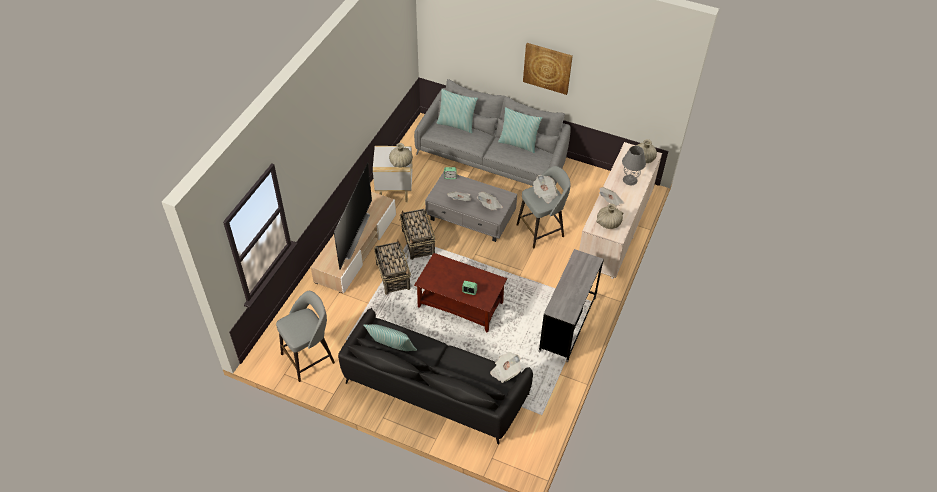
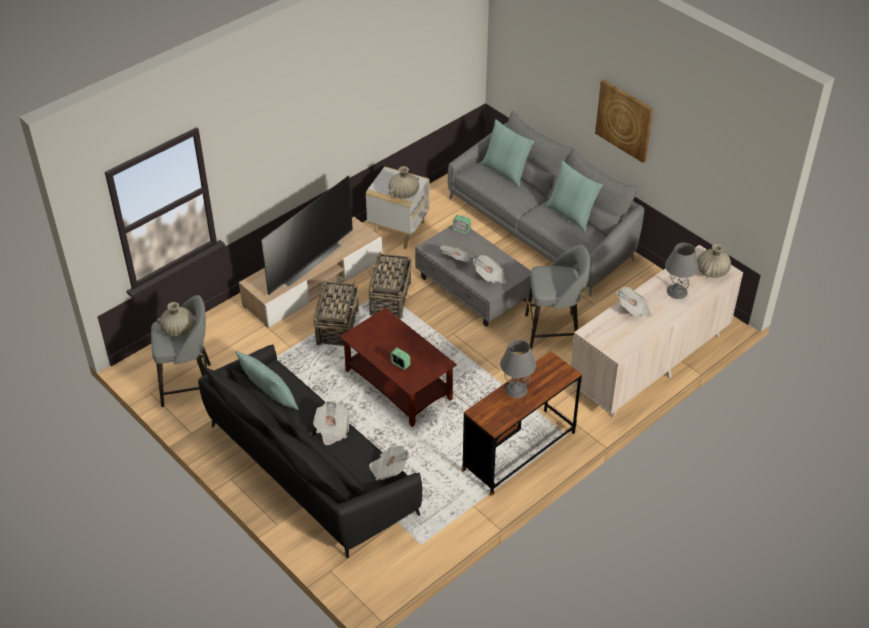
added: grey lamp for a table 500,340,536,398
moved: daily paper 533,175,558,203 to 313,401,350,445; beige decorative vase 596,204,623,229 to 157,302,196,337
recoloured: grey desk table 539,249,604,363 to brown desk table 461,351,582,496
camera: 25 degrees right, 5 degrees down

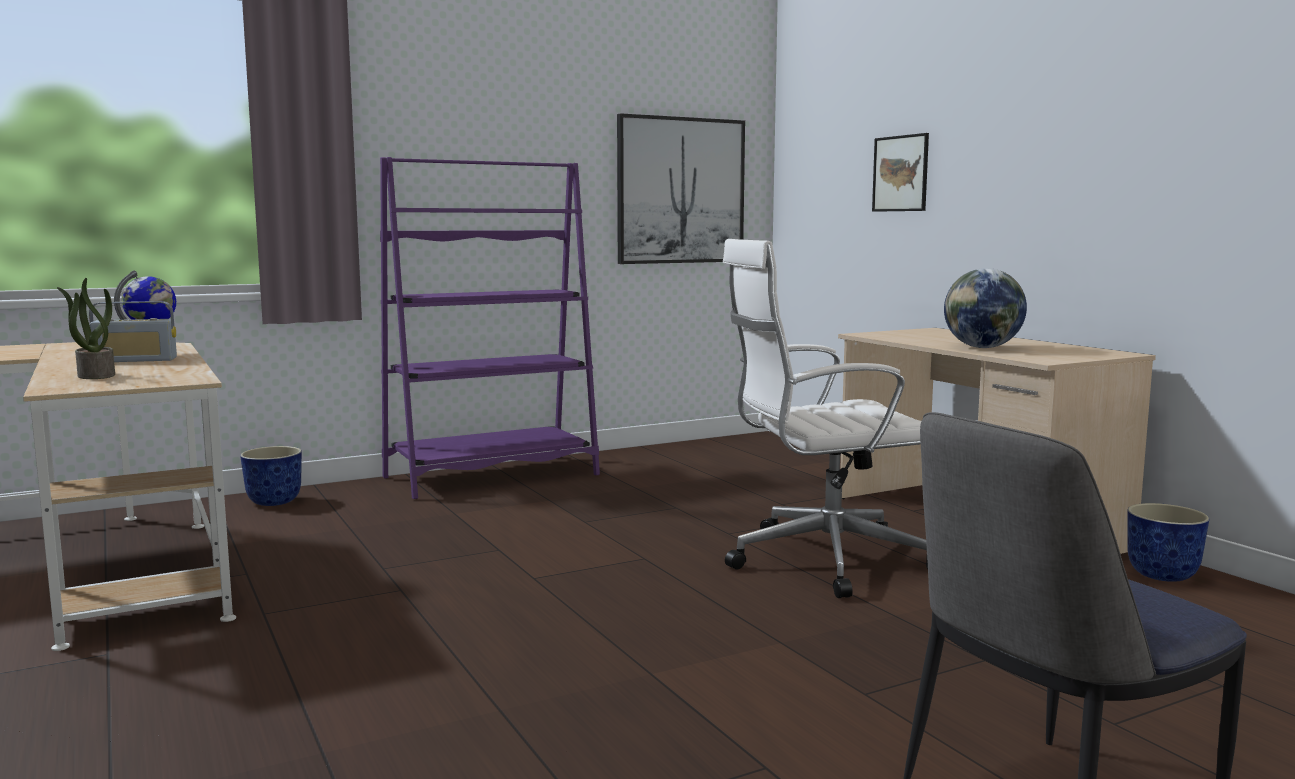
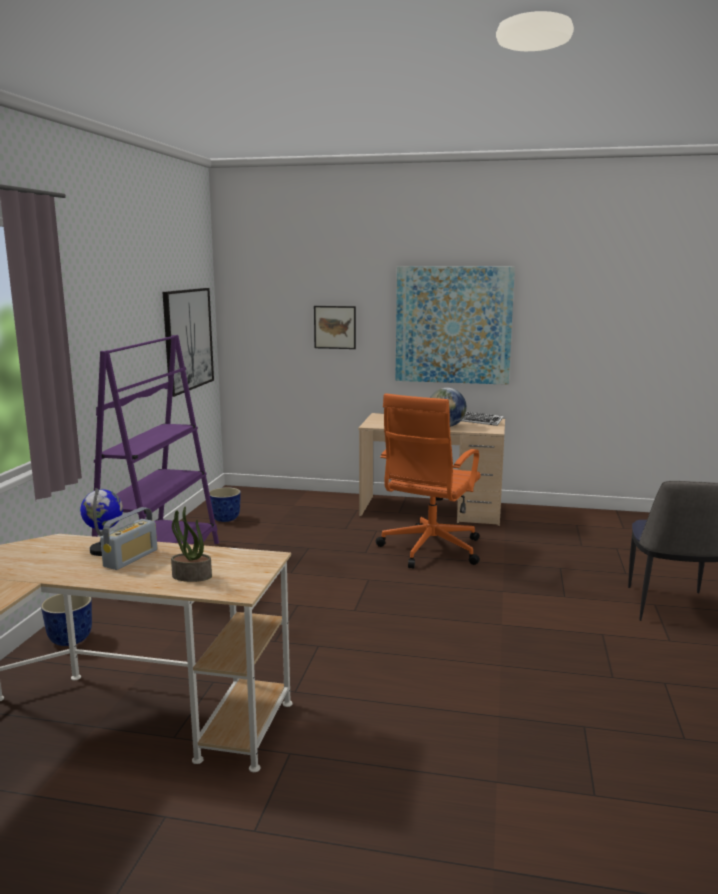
added: wall picture 395,266,515,385; PC keyboard 461,411,504,426
moved: flower pot 1127,503,1209,582 to 209,487,241,522
recoloured: white-coloured office chair 723,239,928,598 to orange office chair 375,394,481,569
camera: 50 degrees left, 5 degrees up

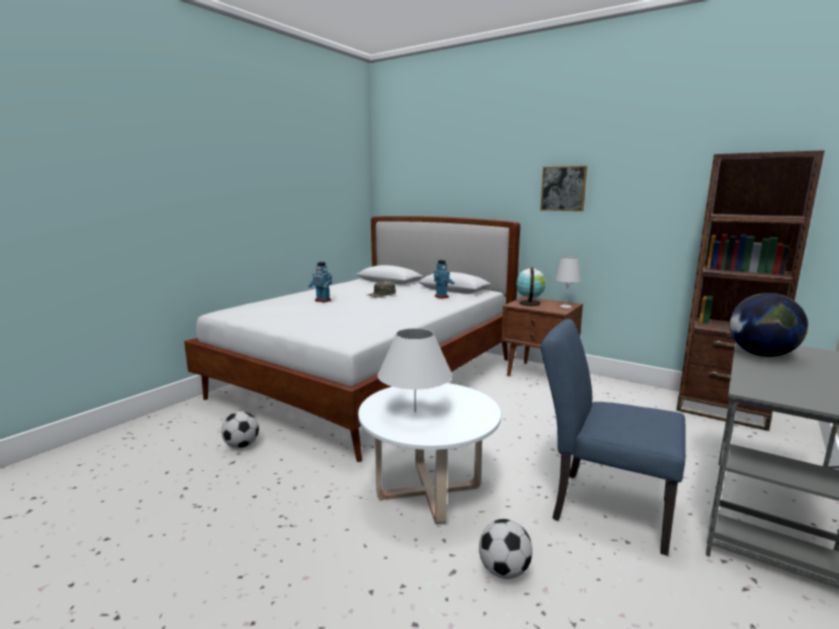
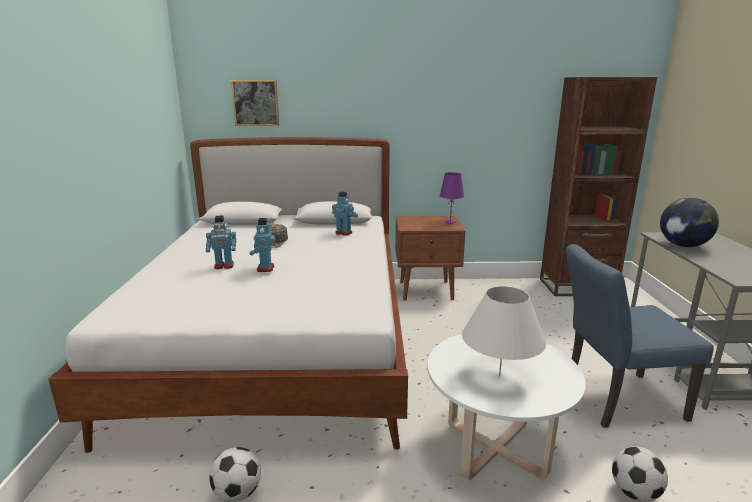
removed: desk globe 516,268,546,306
added: robot figure 250,218,275,272
moved: wall picture 541,166,587,211 to 231,80,279,126
recoloured: white-coloured lamp for a table 555,256,581,308 to purplish lamp for a table 439,172,464,224
camera: 35 degrees left, 5 degrees up

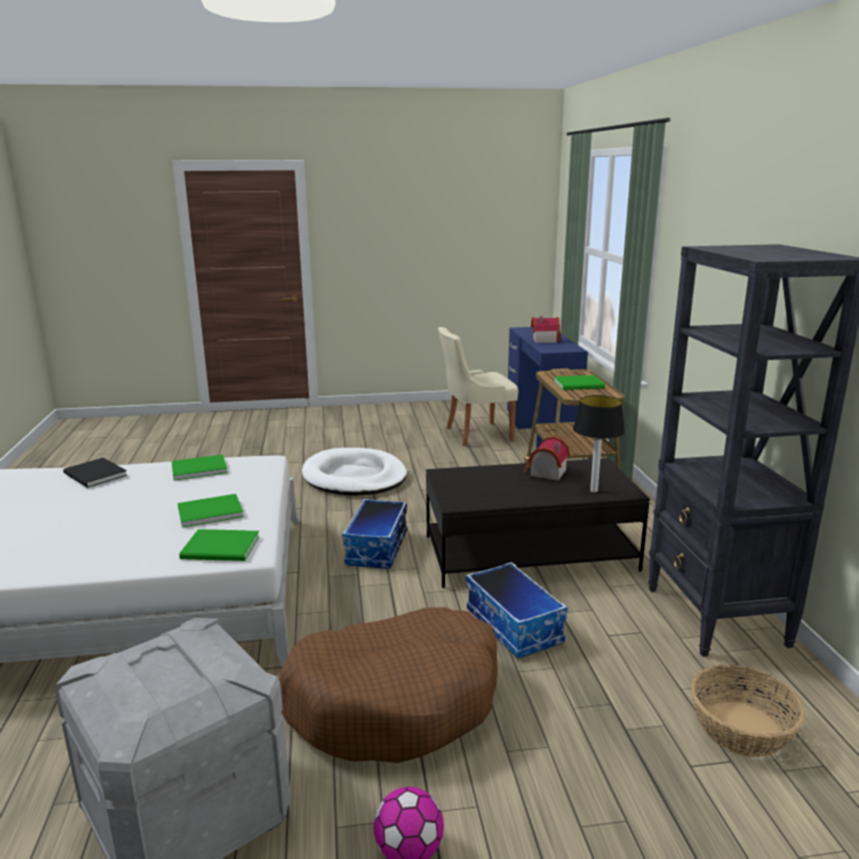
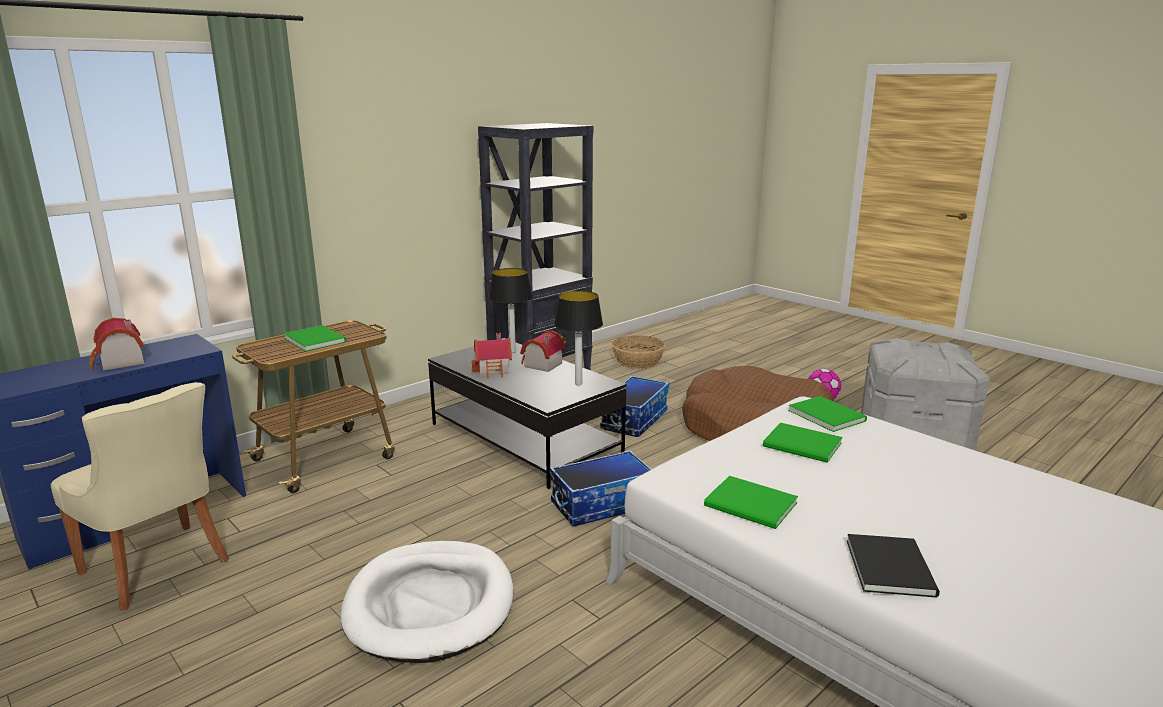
added: lamp for a table 554,291,603,385; model house 520,330,566,372
camera: 125 degrees left, 0 degrees up

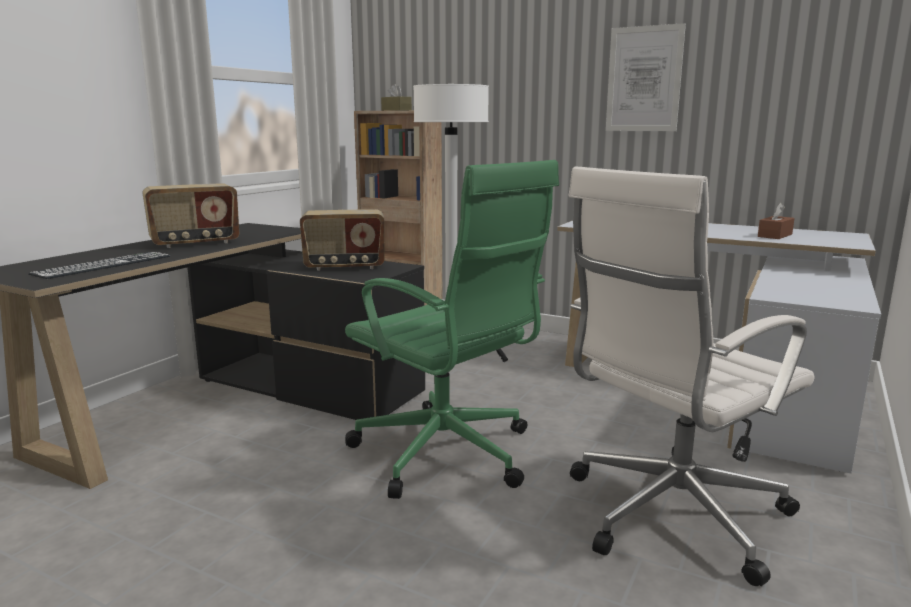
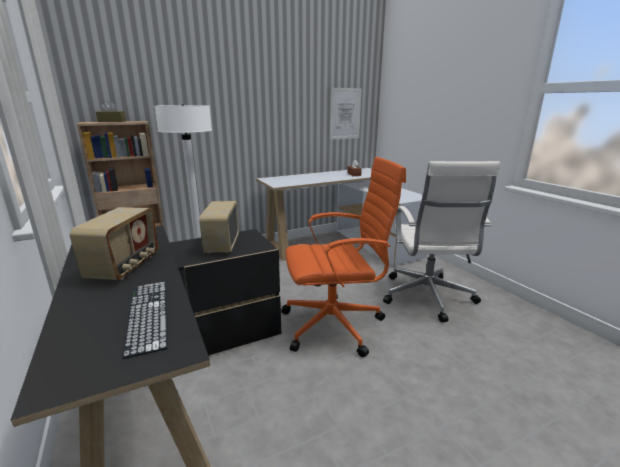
moved: wall picture 606,23,686,131 to 330,88,362,140
recoloured: greenish office chair 345,160,559,499 to orange office chair 281,157,406,357
turned: radio set 300,209,384,271 = 199,201,239,254 150 degrees clockwise
camera: 55 degrees left, 5 degrees up

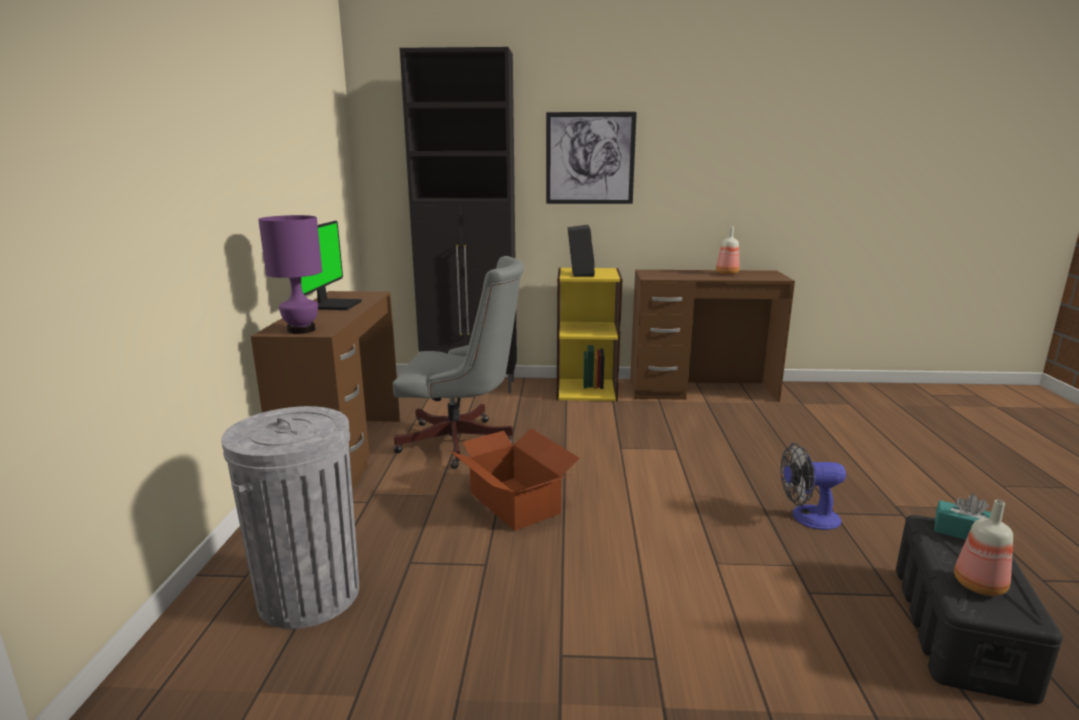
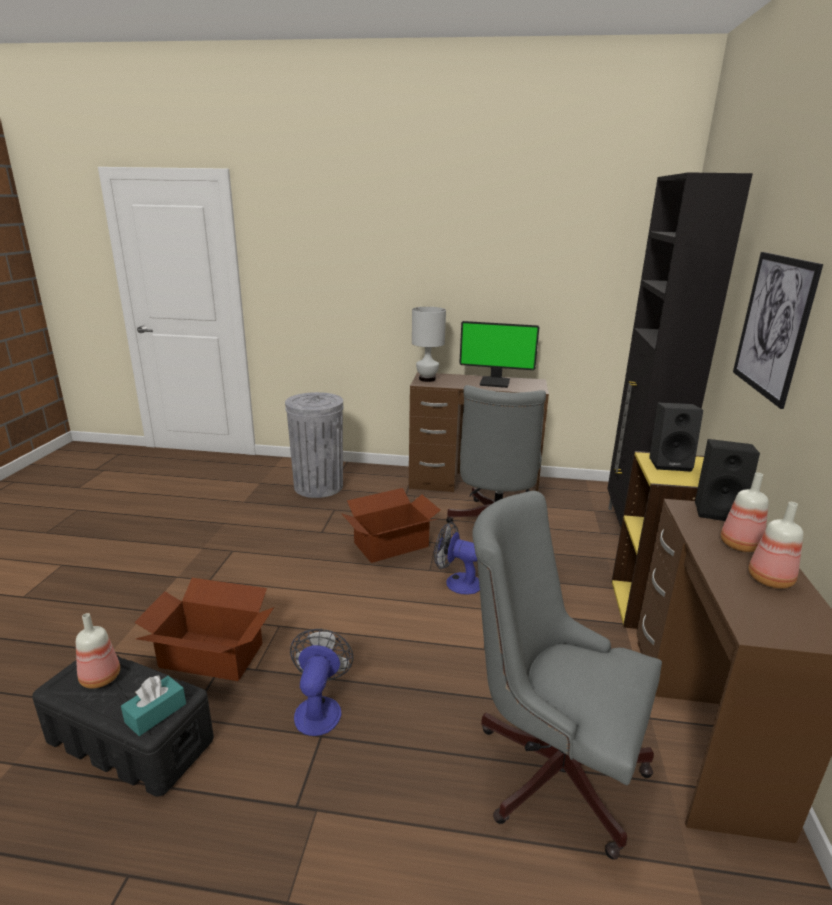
added: blackish loudspeaker 695,439,760,521; bottle 721,473,769,552; grey office chair 472,491,662,859; cooling fan 434,522,480,595; carton 134,578,274,681
recoloured: purplish lamp for a table 258,215,322,334 to white-coloured lamp for a table 412,307,446,382
camera: 95 degrees right, 5 degrees up

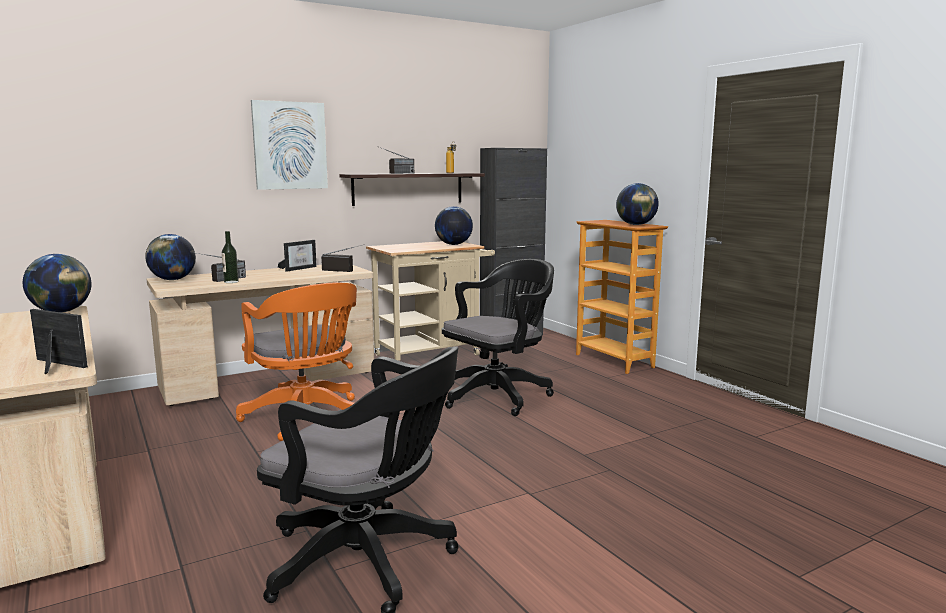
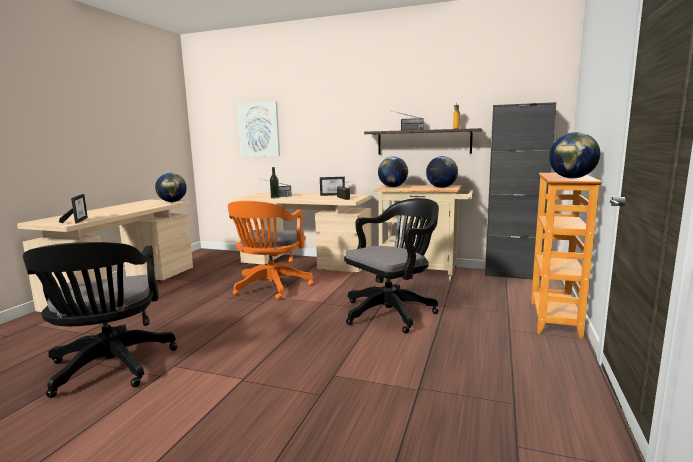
moved: wall picture 251,100,328,190 to 237,102,280,157; desk globe 145,234,196,280 to 378,157,408,187
turned: blackish office chair 442,259,554,416 = 344,198,439,334 45 degrees counterclockwise
camera: 50 degrees right, 0 degrees up

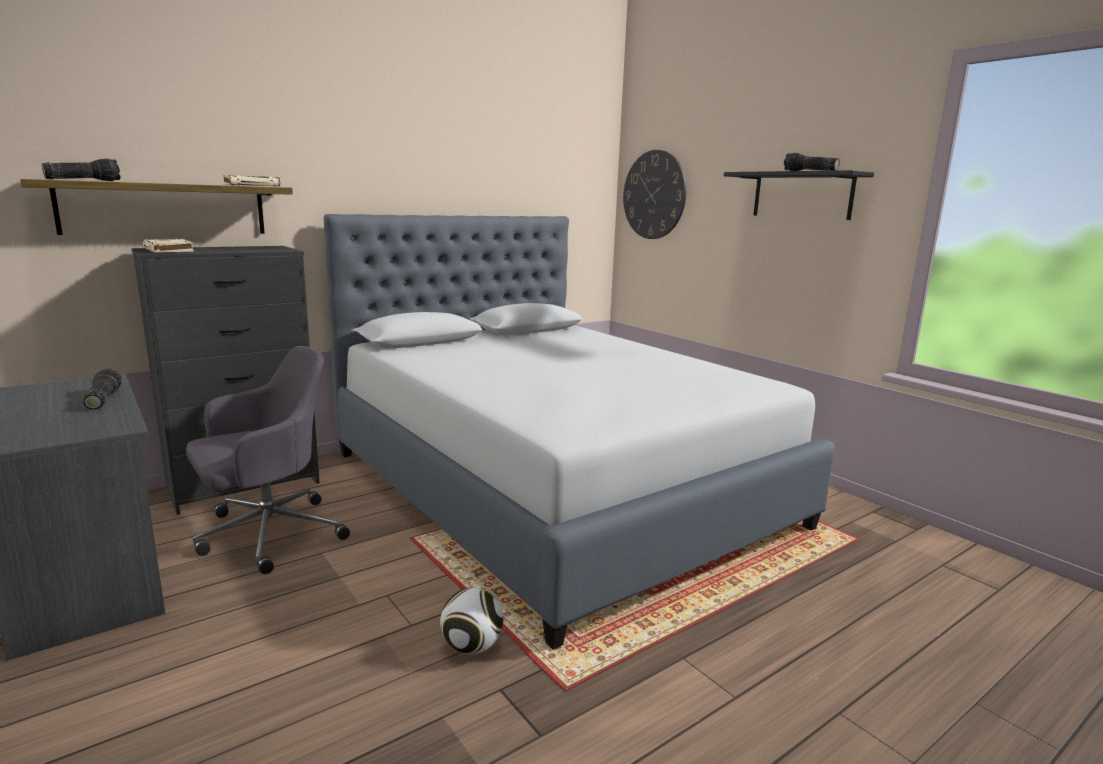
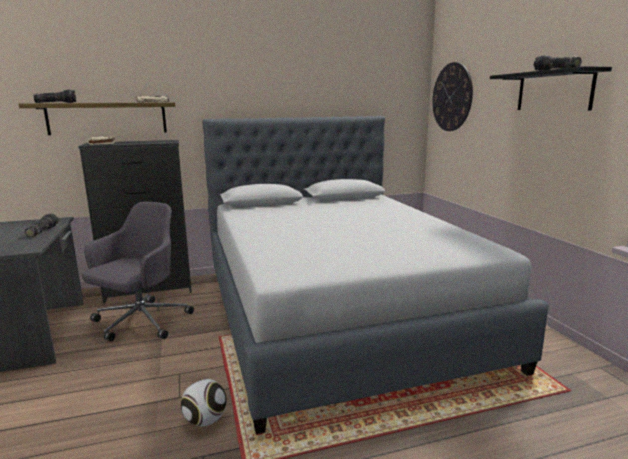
turned: grey office chair 186,346,350,574 = 82,202,194,341 45 degrees counterclockwise
camera: 20 degrees right, 0 degrees up

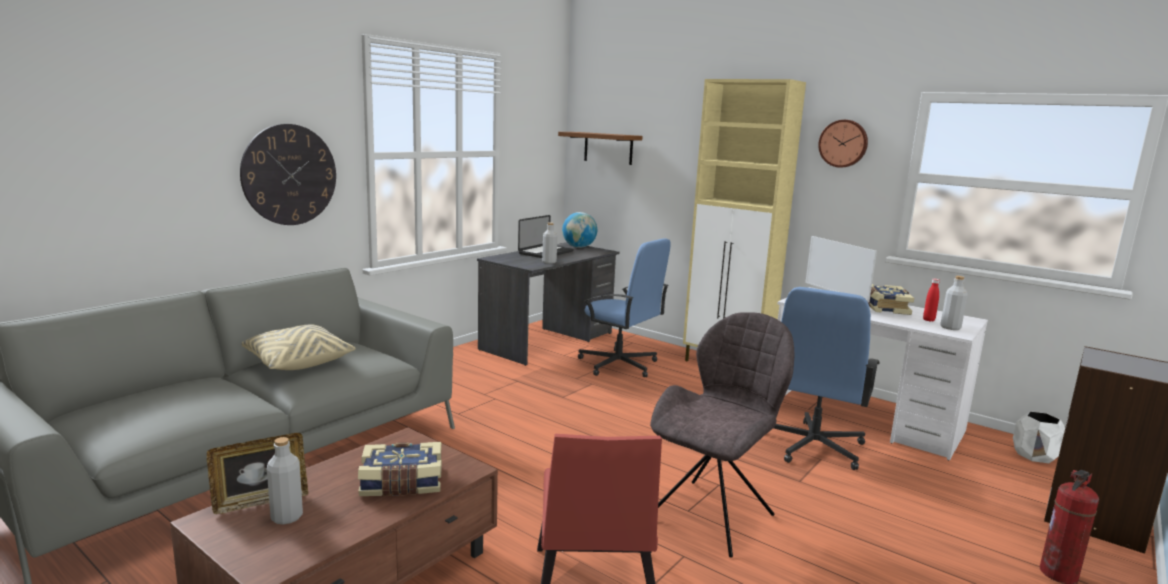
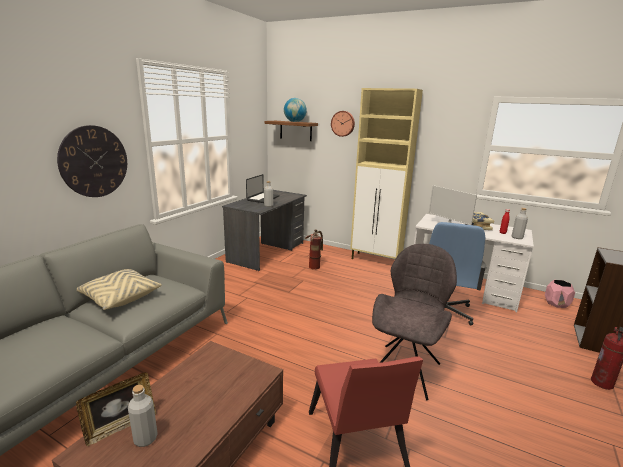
removed: bound book 358,442,442,496
moved: clock on the wall 818,120,868,168 to 331,111,355,137; desk globe 562,212,597,248 to 284,98,307,122
replaced: bluish office chair 578,238,671,377 to fire-fighting cylinder 304,229,323,270
recoloured: white-coloured flower pot 1013,411,1065,463 to pinkish flower pot 545,280,575,308
camera: 10 degrees left, 5 degrees up

